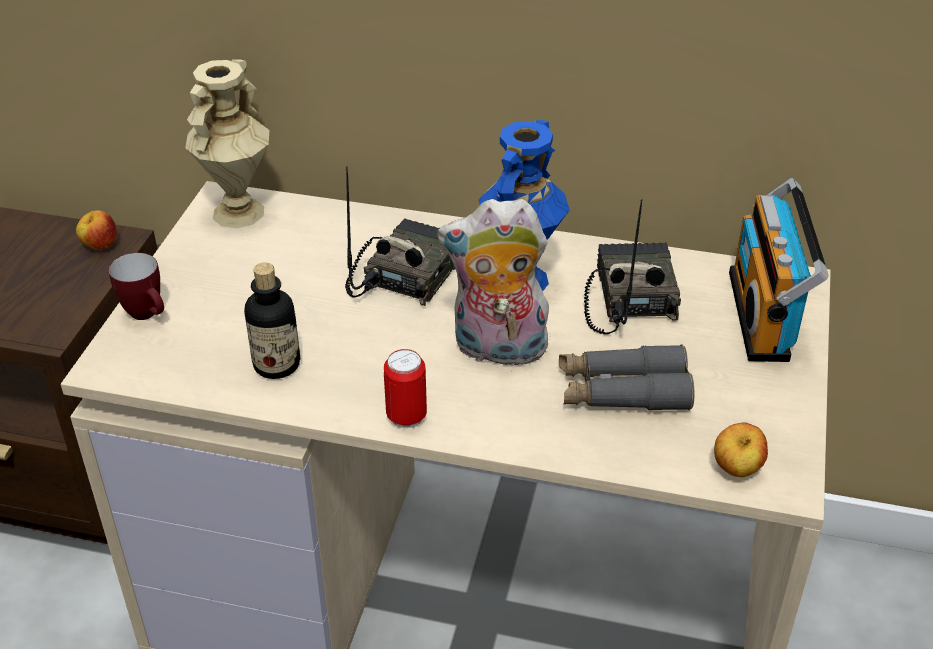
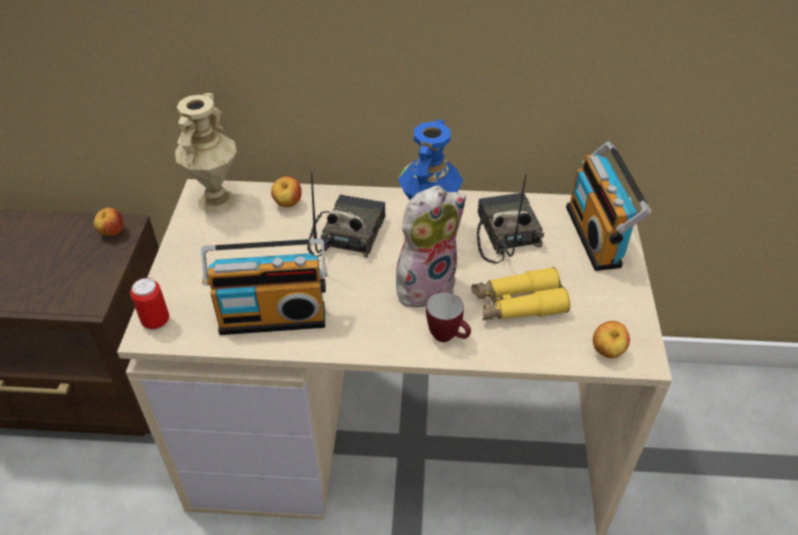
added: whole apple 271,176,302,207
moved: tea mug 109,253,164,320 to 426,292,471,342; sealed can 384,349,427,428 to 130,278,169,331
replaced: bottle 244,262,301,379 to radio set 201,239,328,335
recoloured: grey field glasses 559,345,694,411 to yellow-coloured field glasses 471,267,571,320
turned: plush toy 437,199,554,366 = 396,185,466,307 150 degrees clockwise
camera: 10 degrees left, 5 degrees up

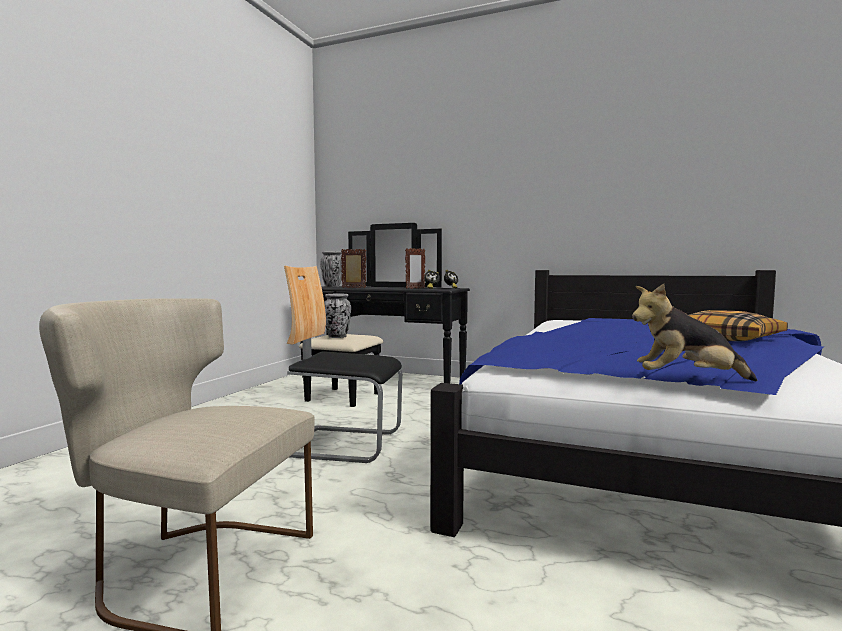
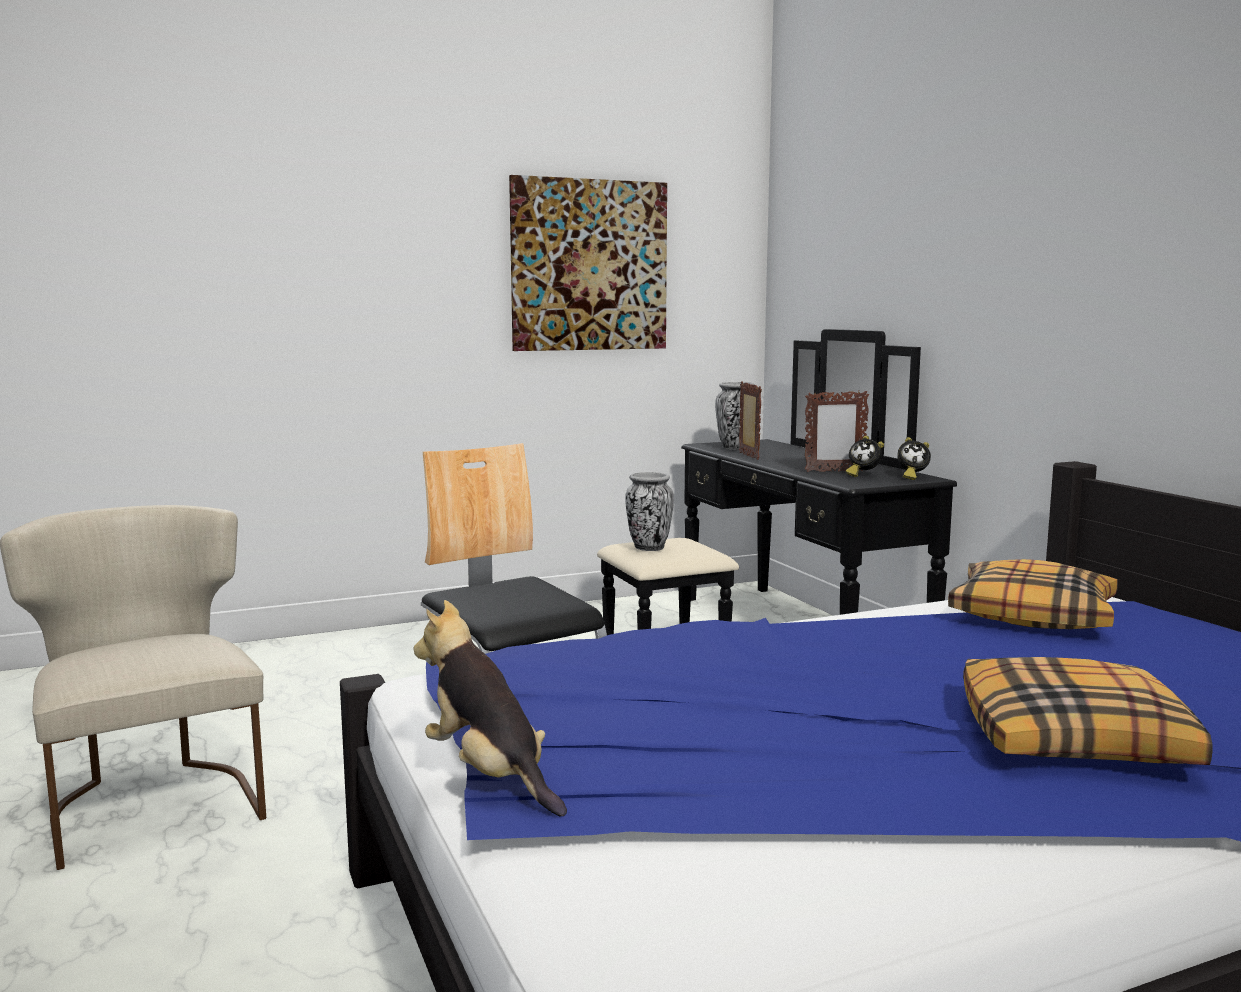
added: wall picture 509,175,667,351; throw pillow 948,559,1118,629
camera: 45 degrees right, 5 degrees up

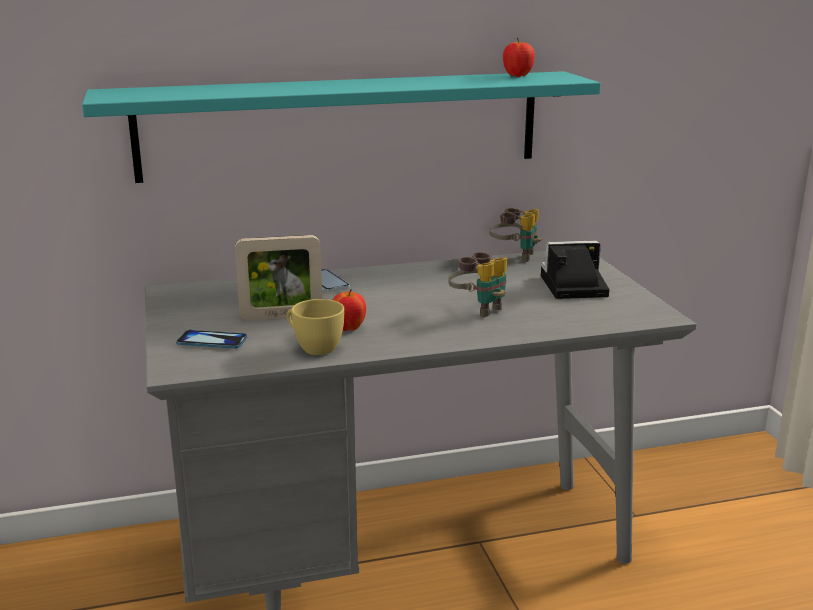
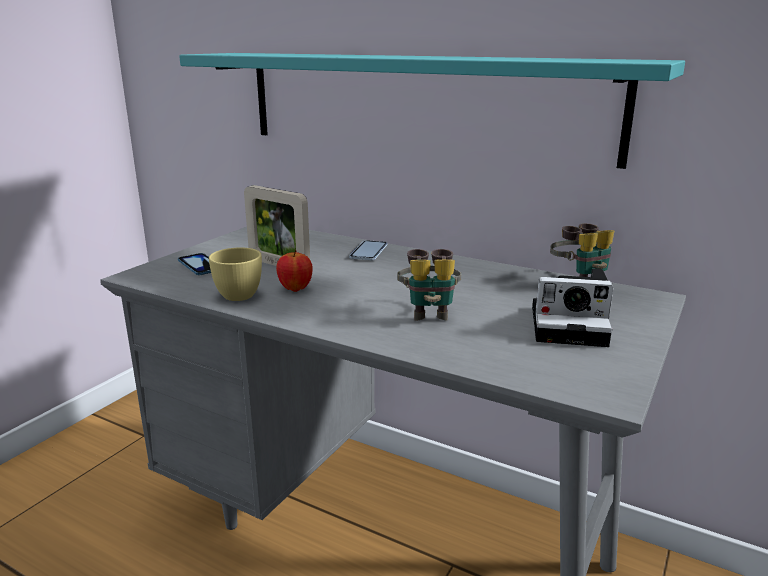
removed: whole apple 503,38,535,77
turned: still camera 541,241,609,299 = 532,269,613,347 150 degrees clockwise
camera: 45 degrees right, 0 degrees up

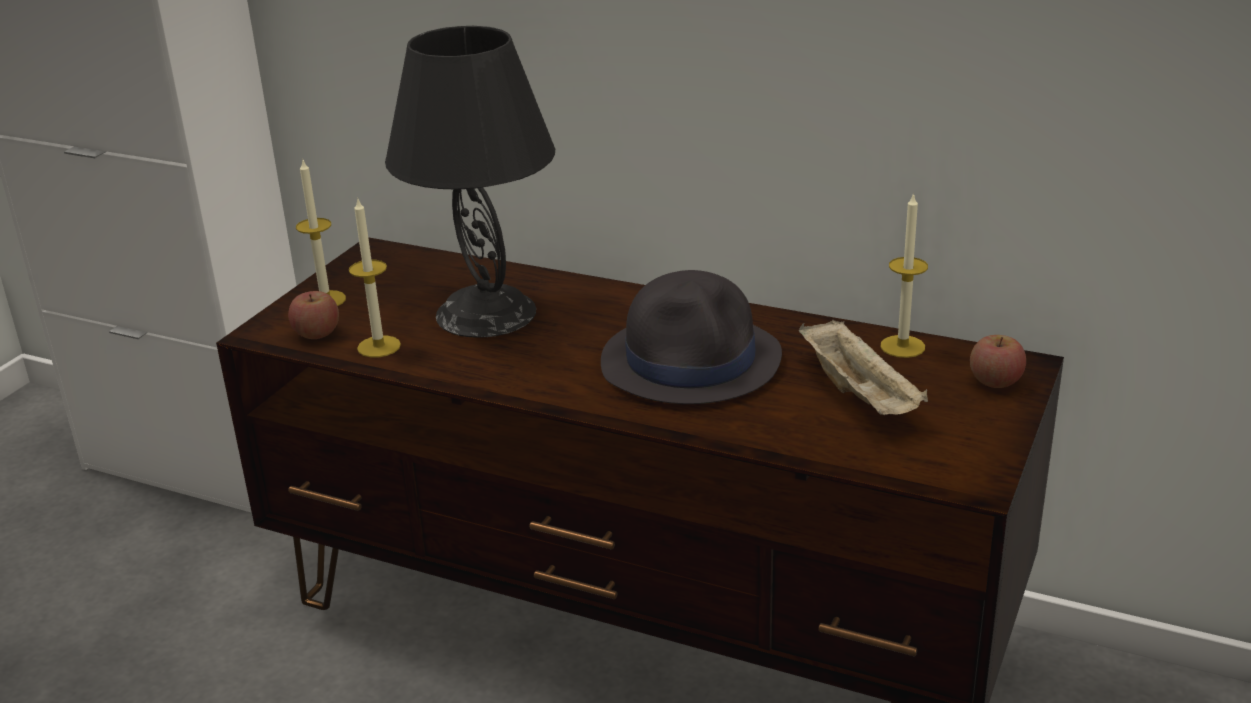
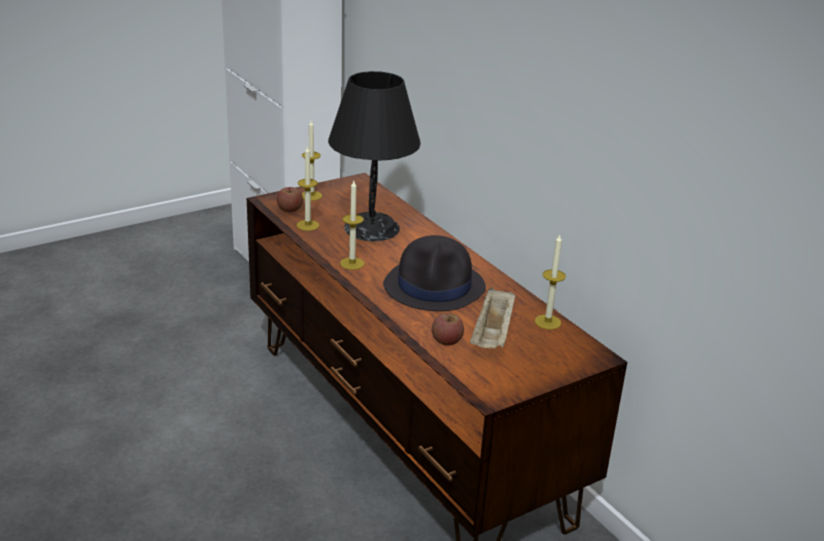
added: wax light 340,181,365,270
moved: whole apple 970,335,1026,388 to 432,314,464,346
camera: 30 degrees right, 0 degrees up

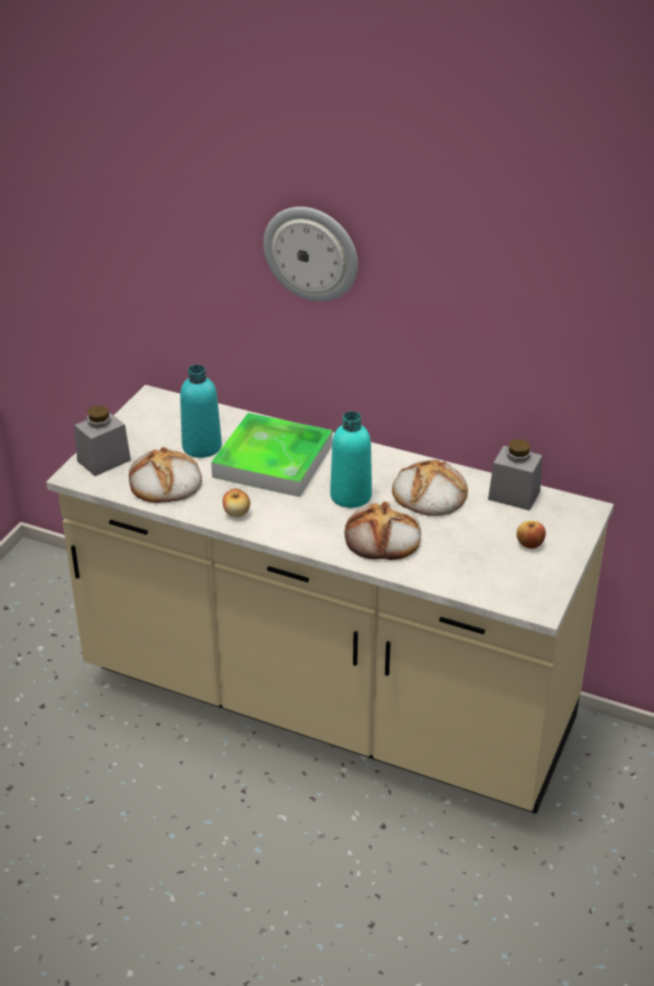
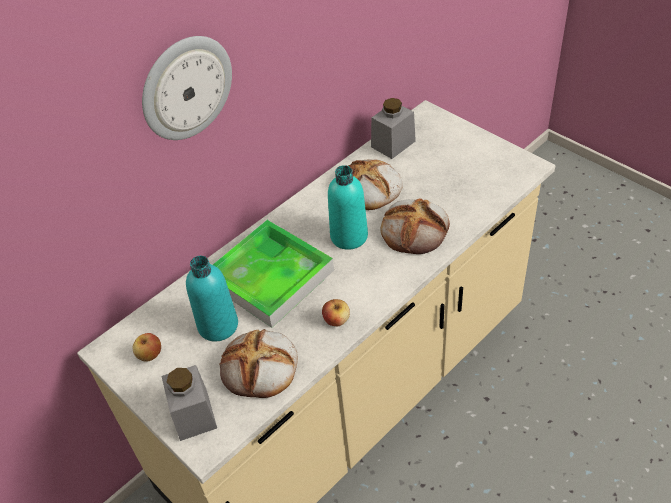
moved: whole apple 517,521,546,549 to 132,333,161,362
camera: 65 degrees left, 10 degrees up

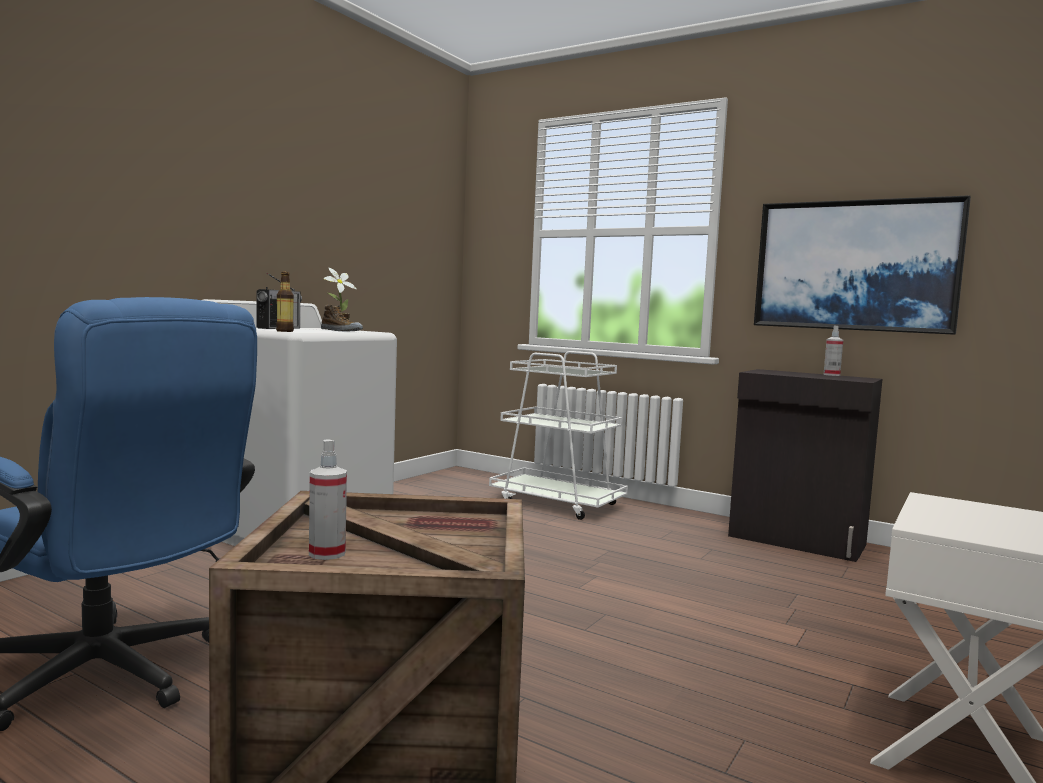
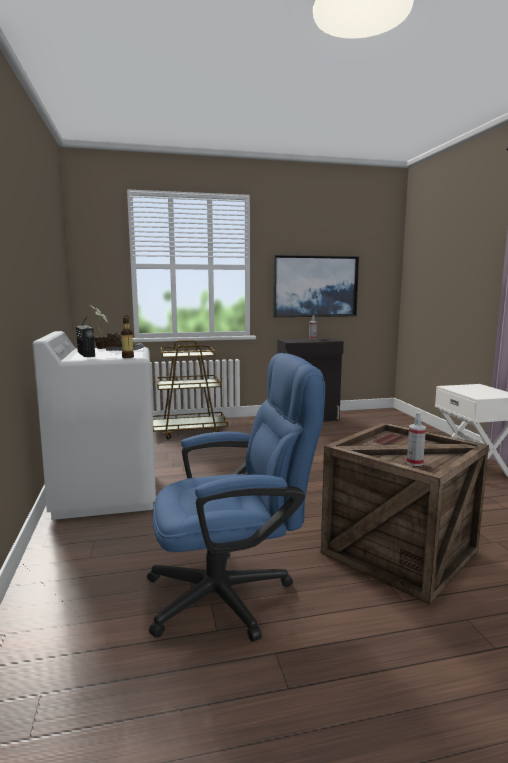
recoloured: white-coloured cart 489,351,628,520 to brown cart 152,340,228,439
camera: 45 degrees left, 5 degrees up

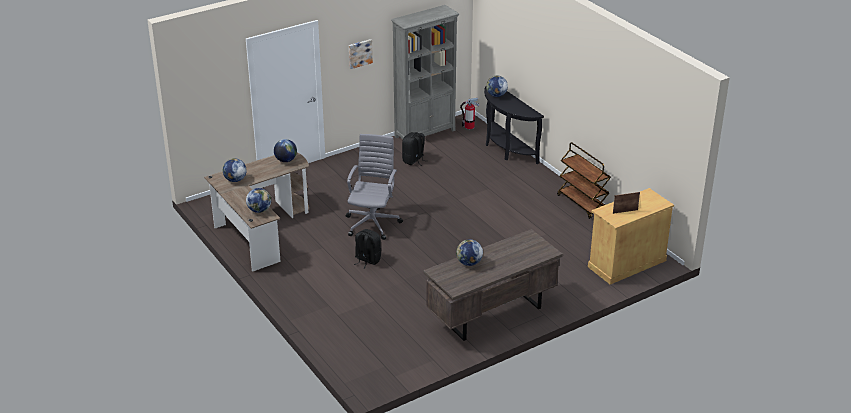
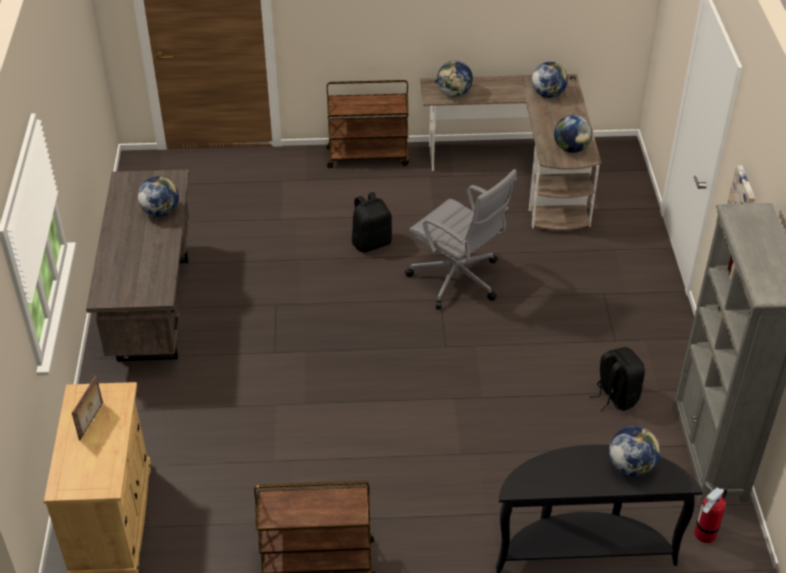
added: brown cart 327,80,409,168
camera: 120 degrees right, 10 degrees up

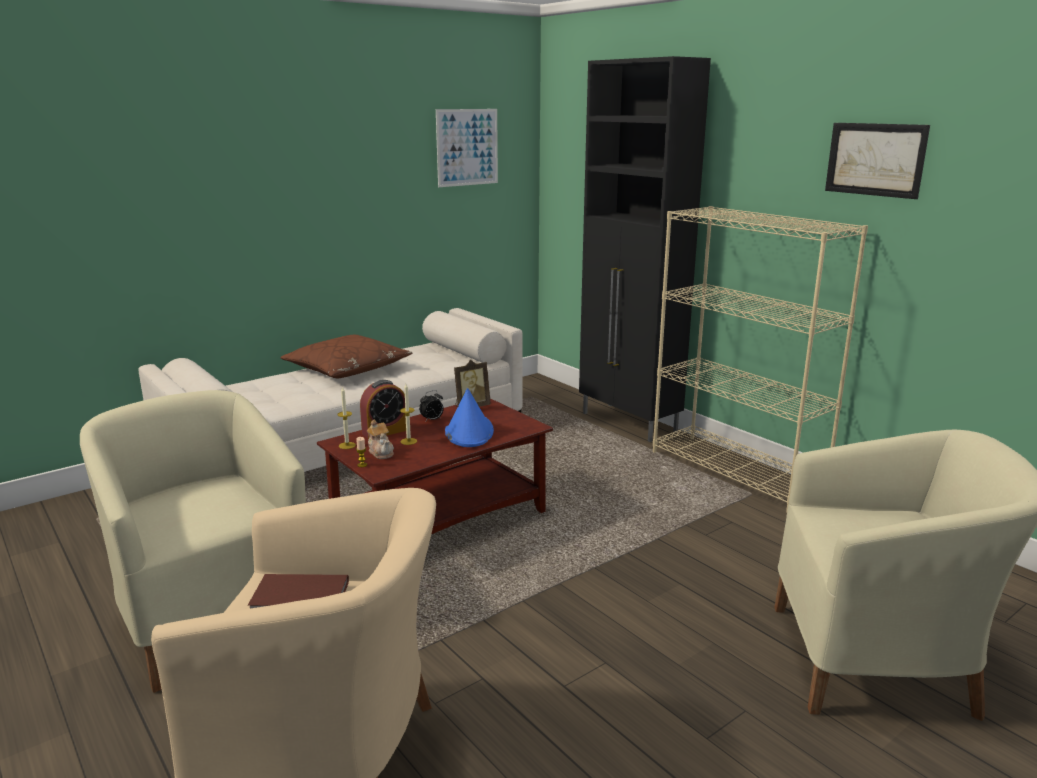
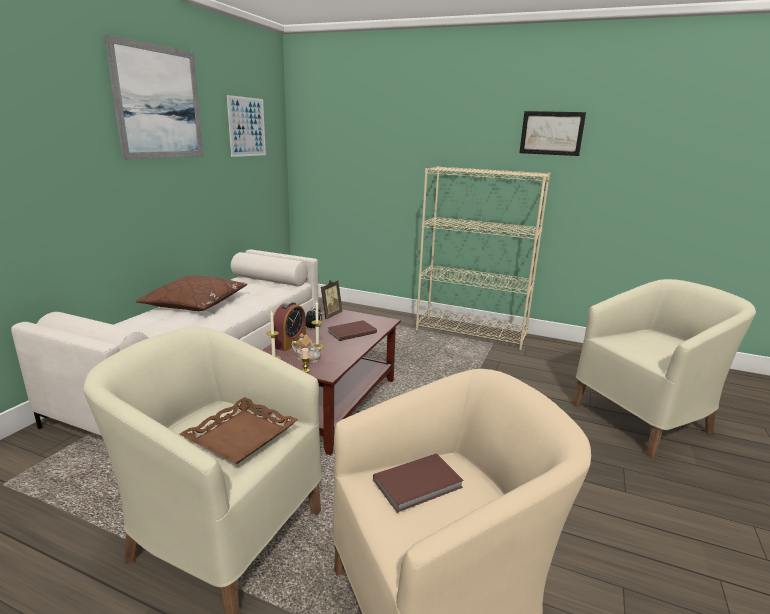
removed: blackish cabinet 579,56,711,442
added: wall picture 104,34,203,160; brown serving tray 179,397,298,464
replaced: bluish hat 445,388,494,447 to brown bound book 327,320,377,341
camera: 30 degrees left, 0 degrees up

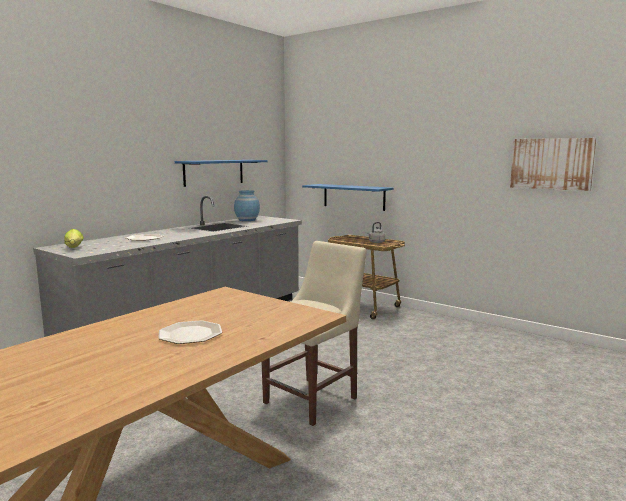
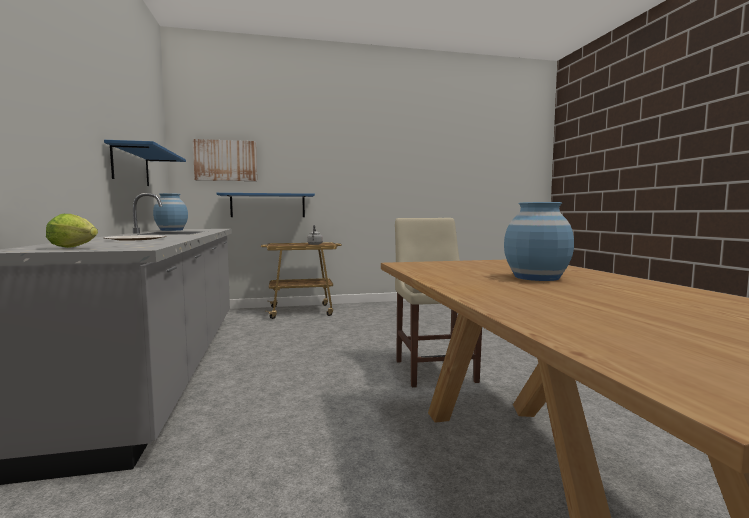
moved: wall picture 510,138,596,191 to 193,139,257,181
replaced: plate 158,320,222,344 to bluish decorative vase 504,202,574,281
camera: 50 degrees left, 5 degrees down

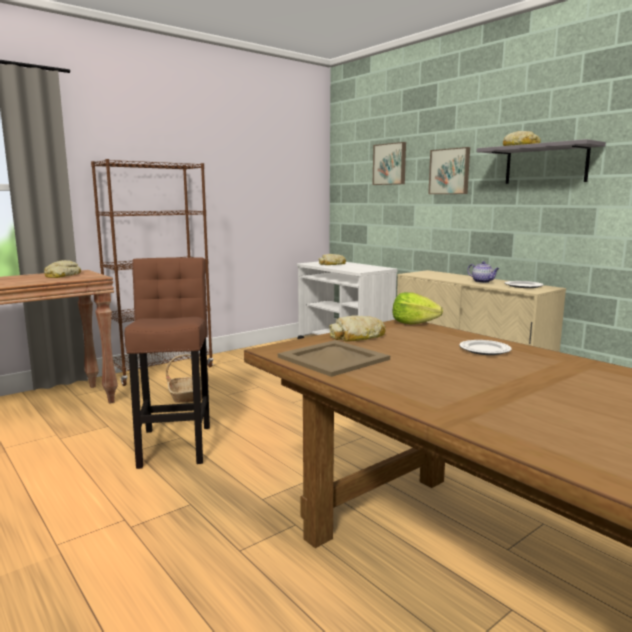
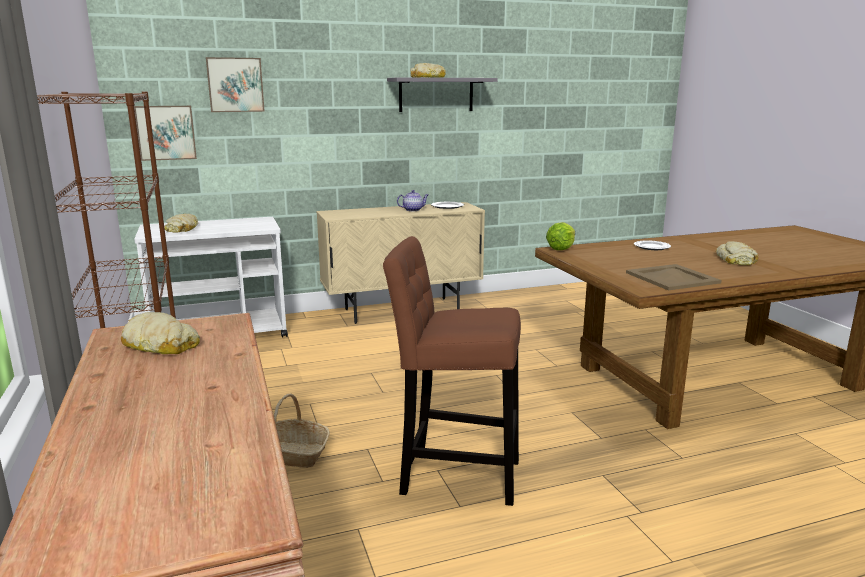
moved: wall picture 428,147,470,194 to 134,106,197,161; bakery bread 329,315,386,341 to 716,241,759,265
camera: 70 degrees left, 5 degrees up

